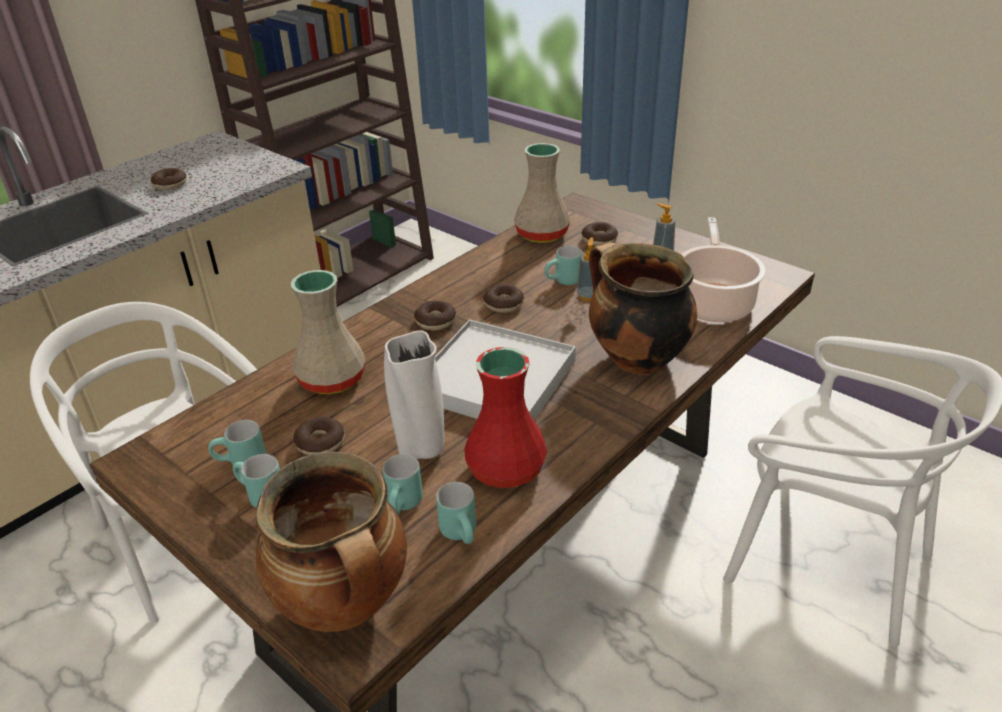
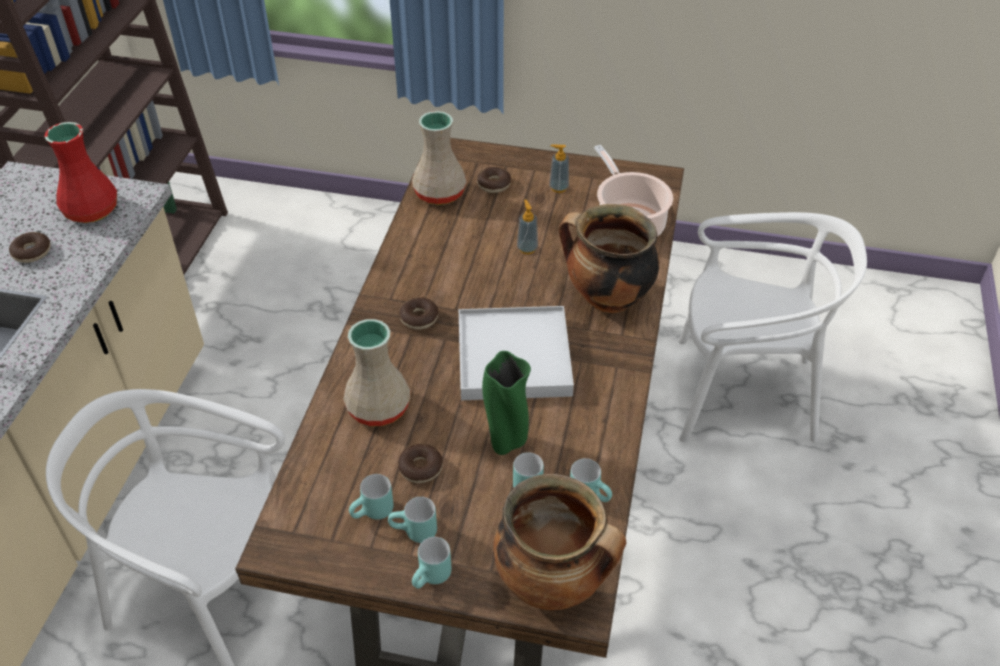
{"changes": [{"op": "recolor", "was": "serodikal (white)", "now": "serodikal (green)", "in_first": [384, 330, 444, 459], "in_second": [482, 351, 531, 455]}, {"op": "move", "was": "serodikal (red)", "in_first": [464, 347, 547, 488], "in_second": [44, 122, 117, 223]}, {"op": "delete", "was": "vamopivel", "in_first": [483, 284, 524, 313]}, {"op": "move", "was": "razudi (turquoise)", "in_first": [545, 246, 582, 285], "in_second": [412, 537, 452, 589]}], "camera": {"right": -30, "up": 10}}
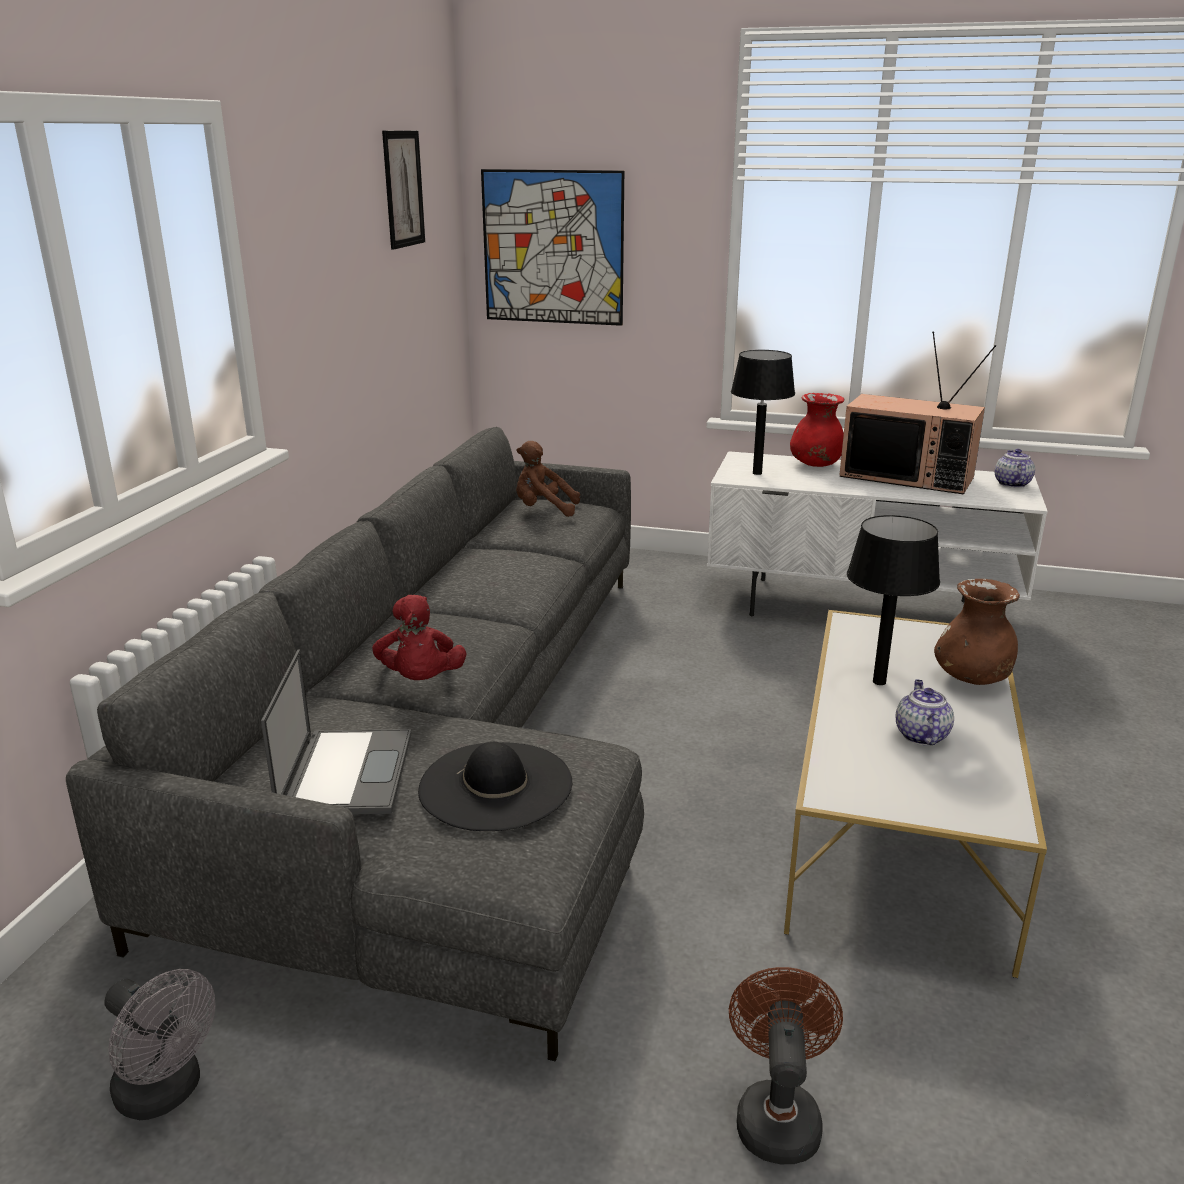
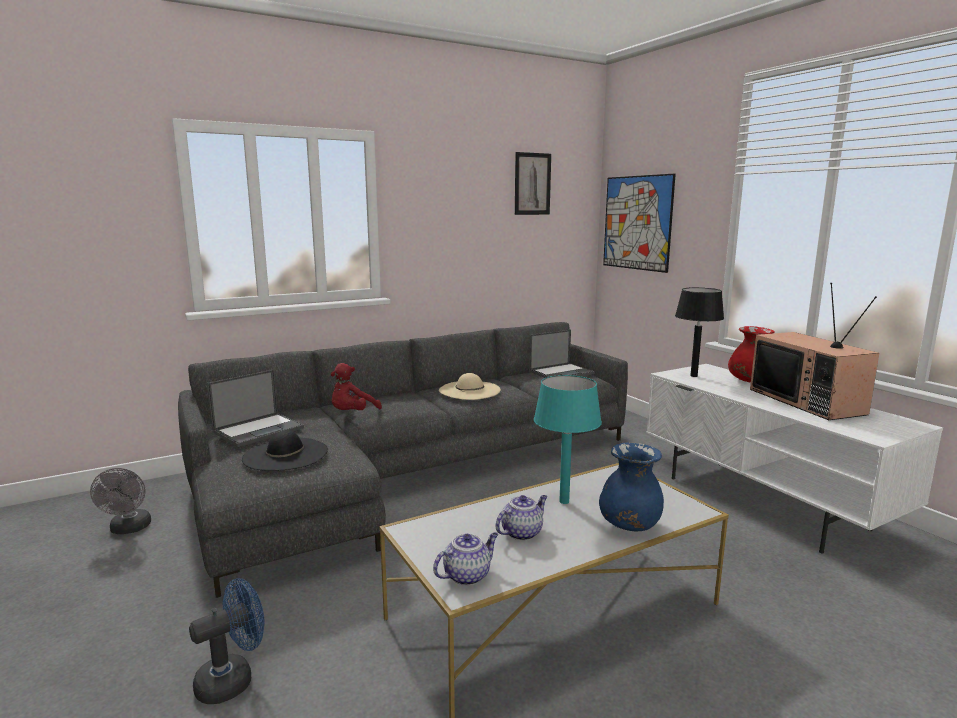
{"changes": [{"op": "replace", "was": "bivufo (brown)", "now": "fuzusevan", "in_first": [516, 441, 580, 517], "in_second": [529, 330, 595, 378]}, {"op": "recolor", "was": "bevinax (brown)", "now": "bevinax (blue)", "in_first": [729, 967, 843, 1164], "in_second": [189, 578, 265, 704]}, {"op": "recolor", "was": "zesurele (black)", "now": "zesurele (turquoise)", "in_first": [847, 515, 940, 685], "in_second": [534, 375, 602, 504]}, {"op": "recolor", "was": "serodikal (brown)", "now": "serodikal (blue)", "in_first": [934, 579, 1020, 685], "in_second": [599, 442, 664, 531]}, {"op": "move", "was": "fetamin", "in_first": [995, 449, 1035, 488], "in_second": [433, 532, 498, 586]}, {"op": "insert", "now": "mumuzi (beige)", "in_second": [439, 373, 501, 400]}], "camera": {"right": 45, "up": -10}}
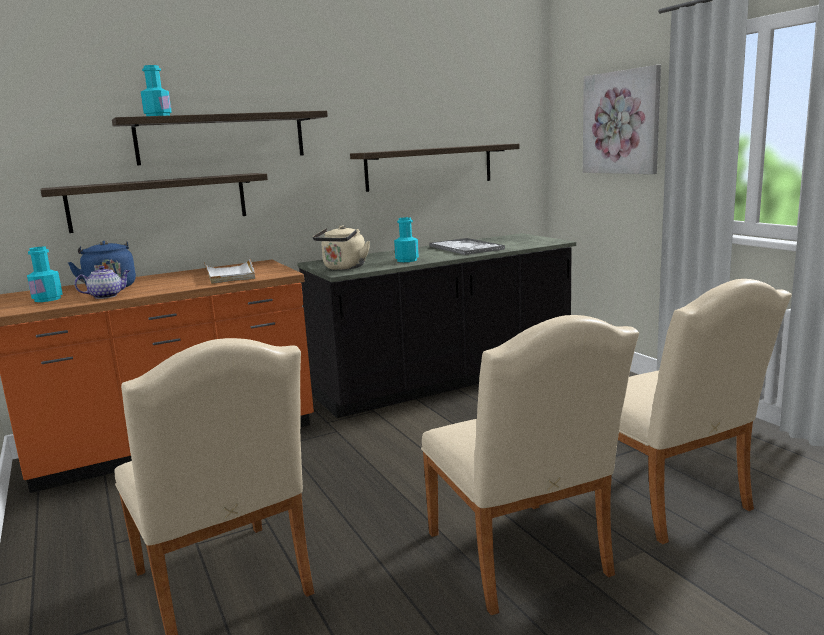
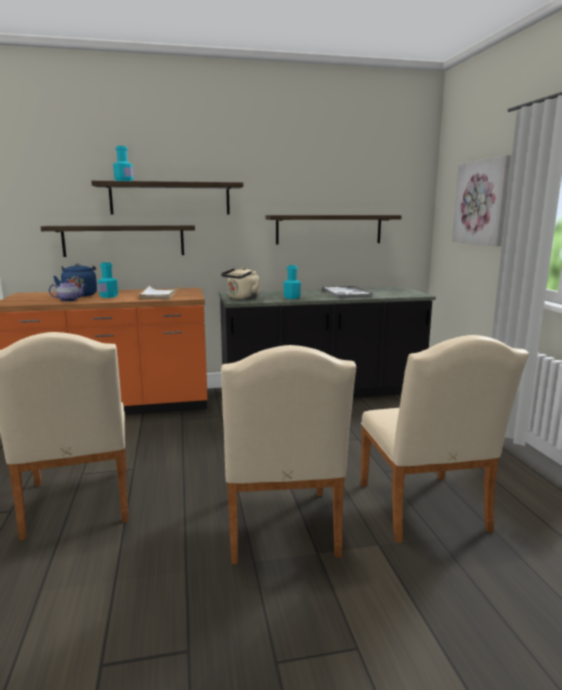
{"changes": [{"op": "move", "was": "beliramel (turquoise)", "in_first": [27, 247, 63, 302], "in_second": [98, 262, 118, 298]}], "camera": {"right": 15, "up": 0}}
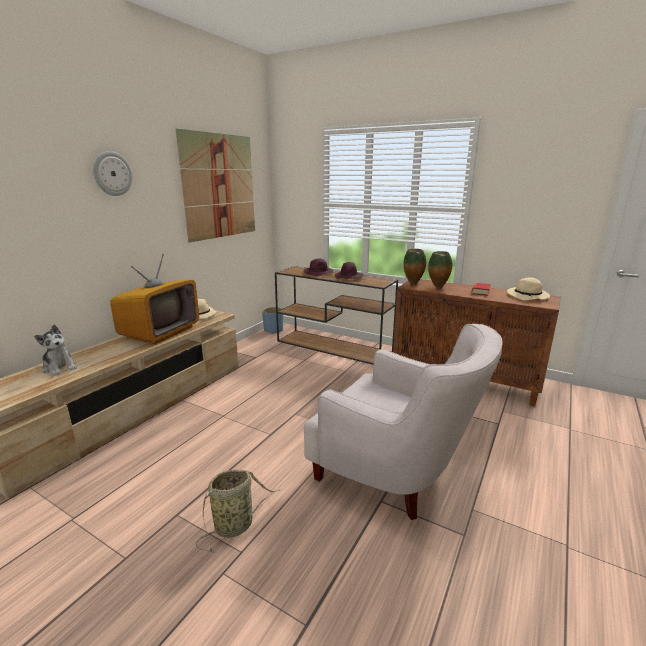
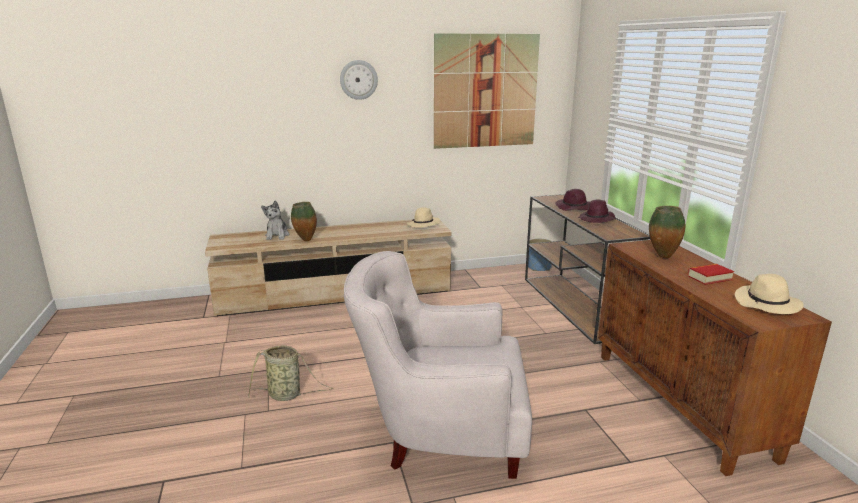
{"changes": [{"op": "delete", "was": "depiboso", "in_first": [110, 254, 199, 344]}, {"op": "rotate", "was": "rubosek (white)", "in_first": [304, 324, 503, 520], "in_second": [344, 251, 532, 479], "clockwise": 105}, {"op": "move", "was": "serodikal", "in_first": [404, 249, 426, 284], "in_second": [291, 202, 317, 241]}], "camera": {"right": 45, "up": 0}}
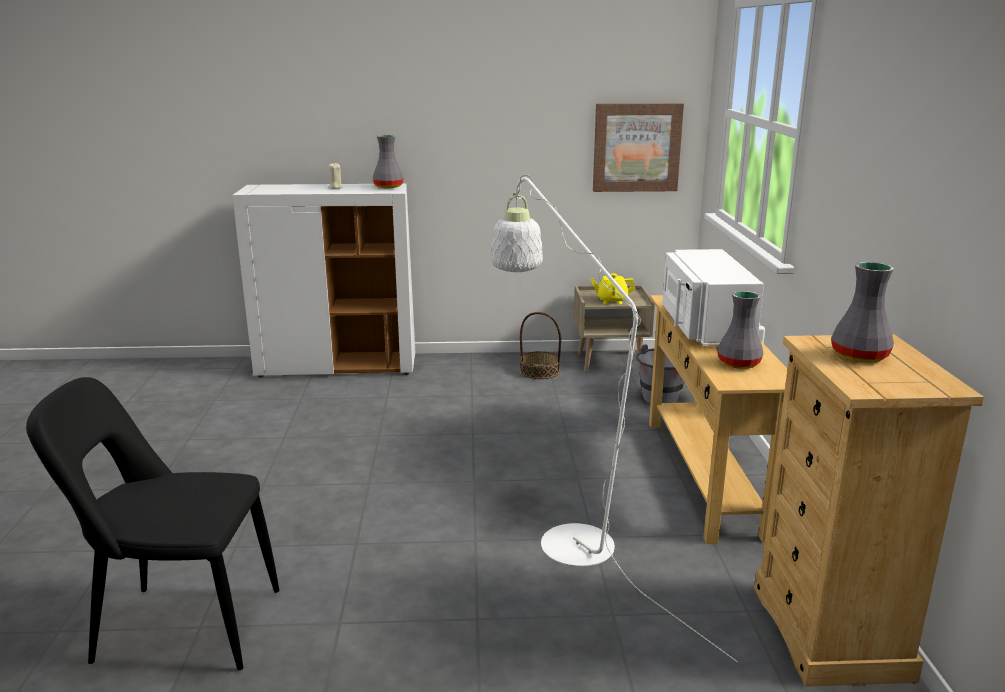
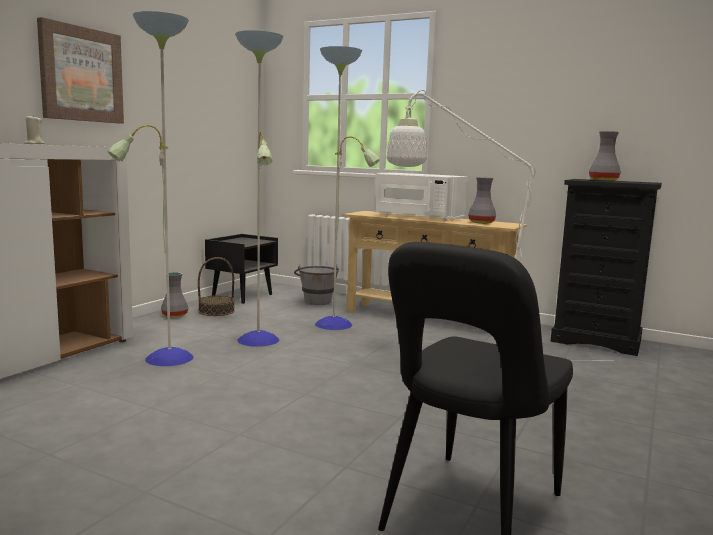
{"changes": [{"op": "move", "was": "serodikal (grey)", "in_first": [373, 135, 404, 189], "in_second": [161, 272, 188, 318]}, {"op": "recolor", "was": "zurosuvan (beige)", "now": "zurosuvan (black)", "in_first": [574, 285, 655, 372], "in_second": [205, 234, 278, 304]}, {"op": "delete", "was": "fetamin (yellow)", "in_first": [590, 273, 635, 304]}, {"op": "move", "was": "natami", "in_first": [593, 103, 684, 192], "in_second": [37, 17, 124, 124]}, {"op": "recolor", "was": "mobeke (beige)", "now": "mobeke (black)", "in_first": [754, 334, 984, 687], "in_second": [550, 179, 662, 356]}, {"op": "insert", "now": "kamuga", "in_second": [107, 11, 380, 366]}], "camera": {"right": -60, "up": -10}}
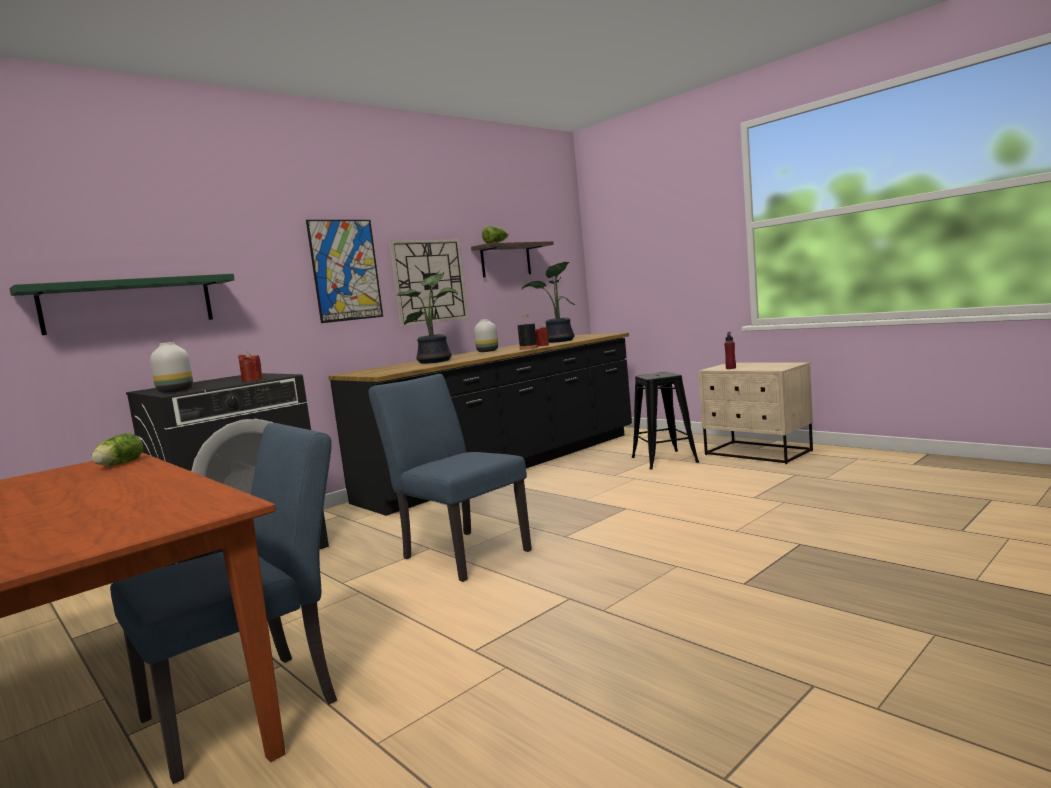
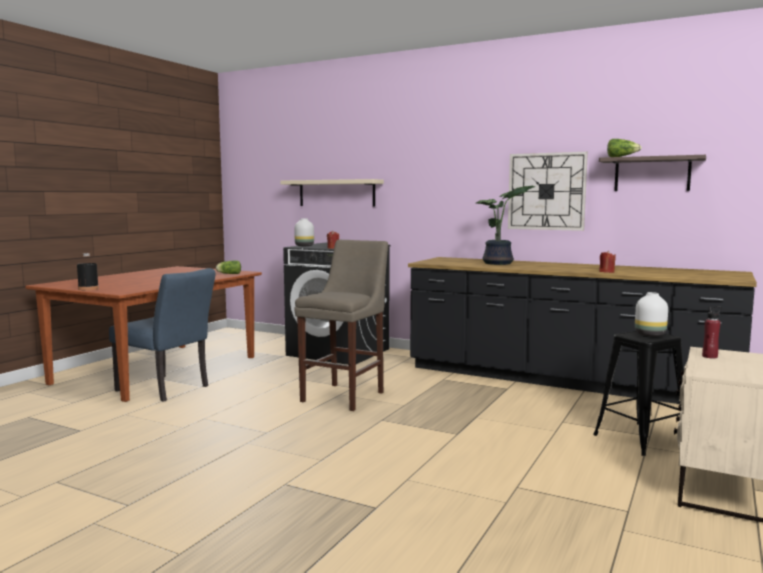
{"changes": [{"op": "recolor", "was": "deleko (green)", "now": "deleko (beige)", "in_first": [9, 274, 235, 335], "in_second": [280, 179, 384, 207]}, {"op": "delete", "was": "natami", "in_first": [306, 220, 383, 323]}, {"op": "replace", "was": "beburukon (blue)", "now": "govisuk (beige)", "in_first": [369, 374, 532, 582], "in_second": [294, 240, 388, 411]}, {"op": "move", "was": "serodikal (white)", "in_first": [474, 319, 498, 352], "in_second": [635, 292, 668, 337]}, {"op": "move", "was": "beliramel (black)", "in_first": [518, 314, 538, 350], "in_second": [77, 253, 99, 290]}, {"op": "delete", "was": "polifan", "in_first": [521, 262, 575, 343]}], "camera": {"right": 70, "up": 0}}
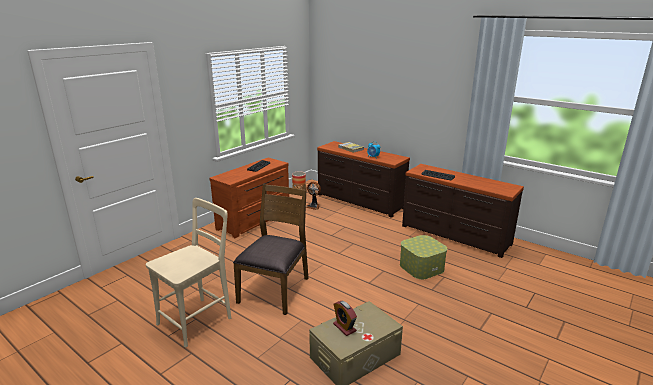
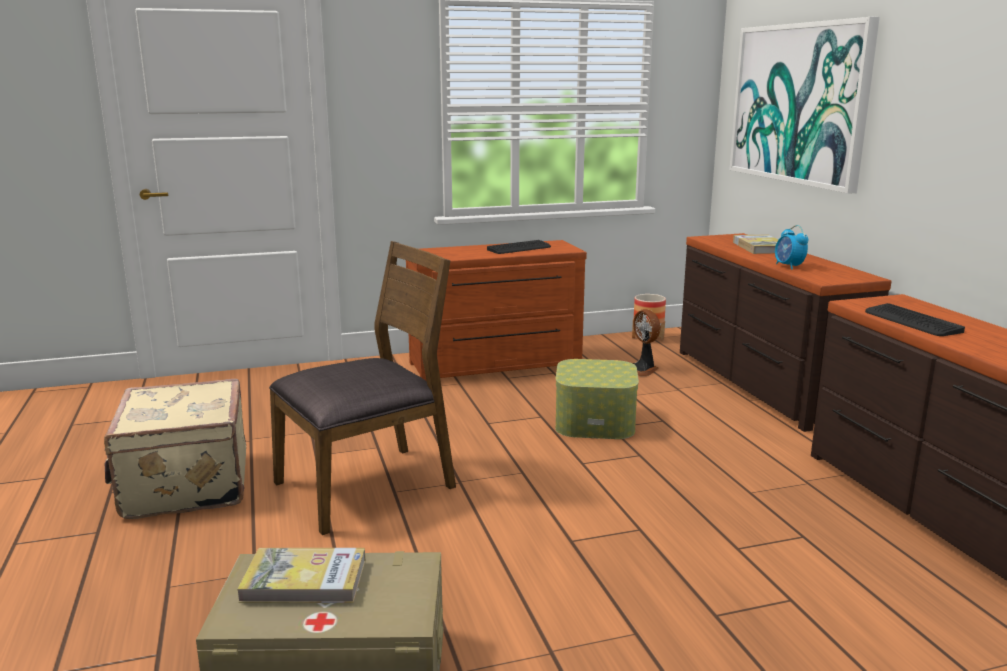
{"changes": [{"op": "replace", "was": "beburukon (beige)", "now": "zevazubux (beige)", "in_first": [146, 198, 231, 347], "in_second": [104, 379, 246, 519]}, {"op": "replace", "was": "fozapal", "now": "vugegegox", "in_first": [333, 301, 357, 336], "in_second": [237, 548, 365, 603]}, {"op": "move", "was": "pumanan", "in_first": [400, 235, 447, 279], "in_second": [555, 359, 639, 439]}, {"op": "insert", "now": "natami", "in_second": [729, 17, 880, 194]}], "camera": {"right": 35, "up": -5}}
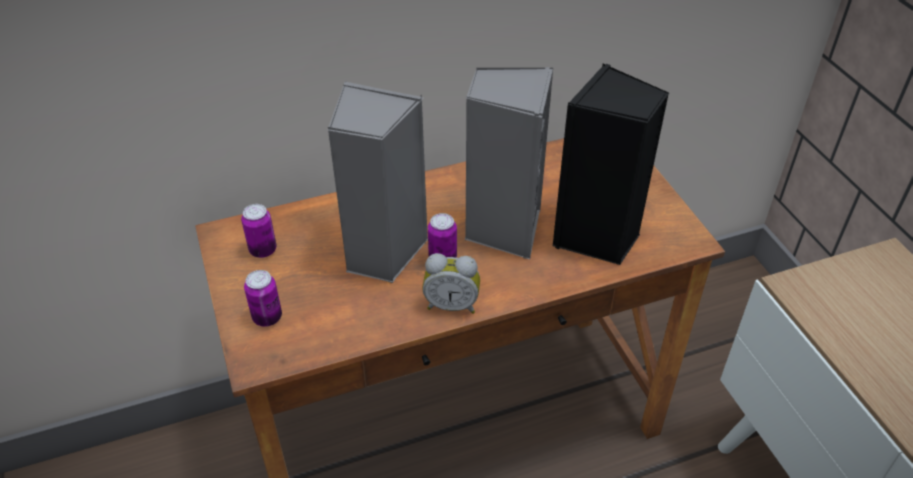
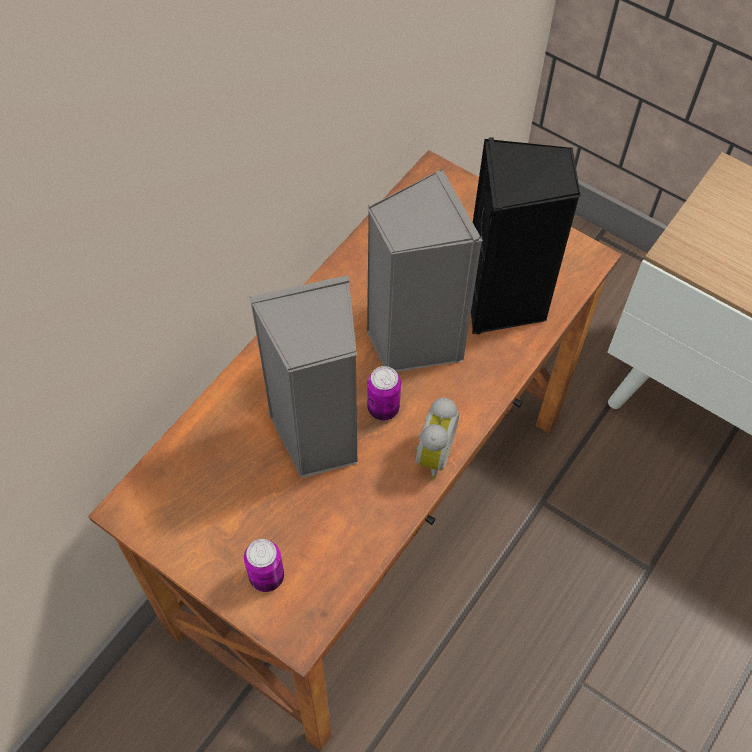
{"changes": [{"op": "delete", "was": "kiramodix", "in_first": [241, 204, 277, 258]}, {"op": "rotate", "was": "fozapal", "in_first": [422, 253, 480, 314], "in_second": [414, 397, 459, 479], "clockwise": -45}], "camera": {"right": -35, "up": 15}}
